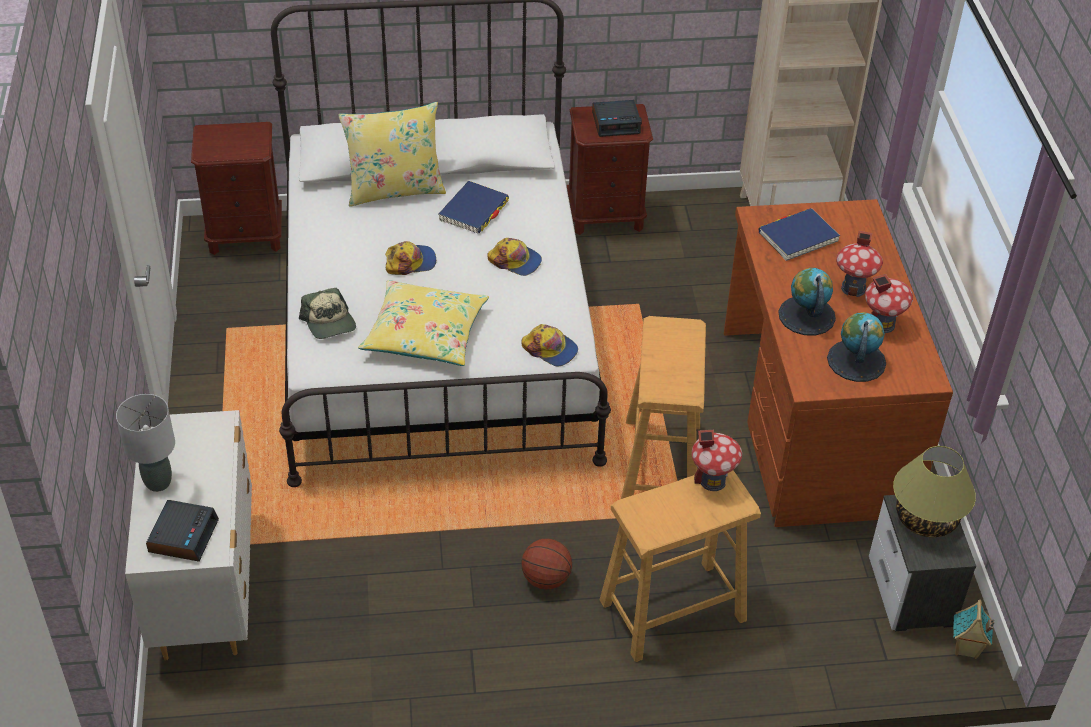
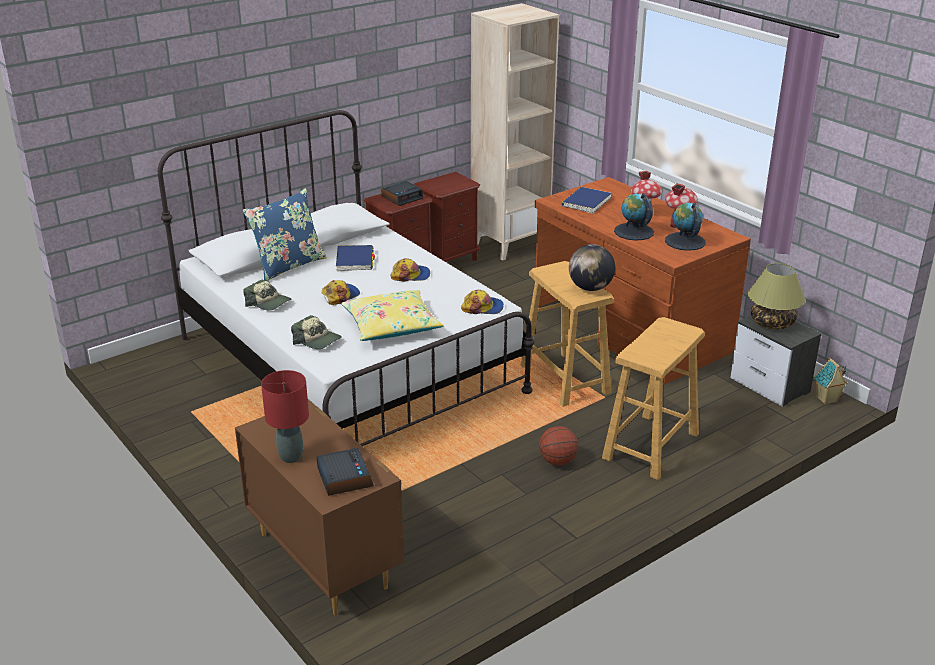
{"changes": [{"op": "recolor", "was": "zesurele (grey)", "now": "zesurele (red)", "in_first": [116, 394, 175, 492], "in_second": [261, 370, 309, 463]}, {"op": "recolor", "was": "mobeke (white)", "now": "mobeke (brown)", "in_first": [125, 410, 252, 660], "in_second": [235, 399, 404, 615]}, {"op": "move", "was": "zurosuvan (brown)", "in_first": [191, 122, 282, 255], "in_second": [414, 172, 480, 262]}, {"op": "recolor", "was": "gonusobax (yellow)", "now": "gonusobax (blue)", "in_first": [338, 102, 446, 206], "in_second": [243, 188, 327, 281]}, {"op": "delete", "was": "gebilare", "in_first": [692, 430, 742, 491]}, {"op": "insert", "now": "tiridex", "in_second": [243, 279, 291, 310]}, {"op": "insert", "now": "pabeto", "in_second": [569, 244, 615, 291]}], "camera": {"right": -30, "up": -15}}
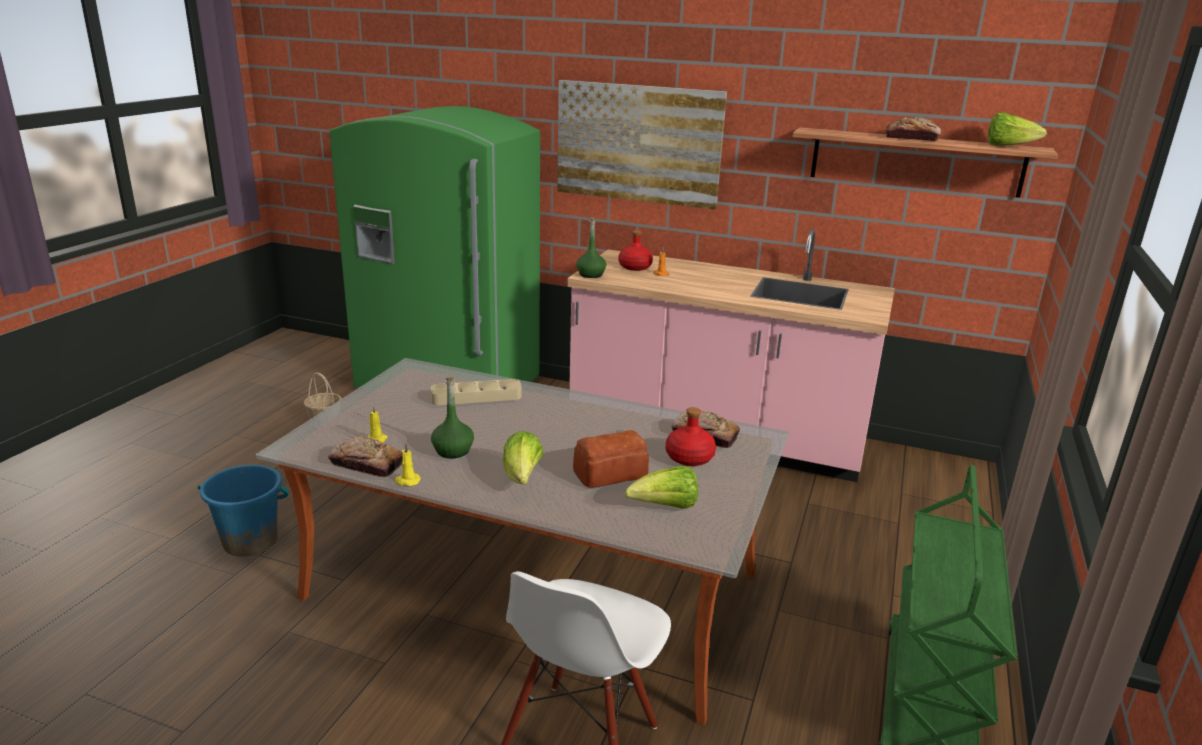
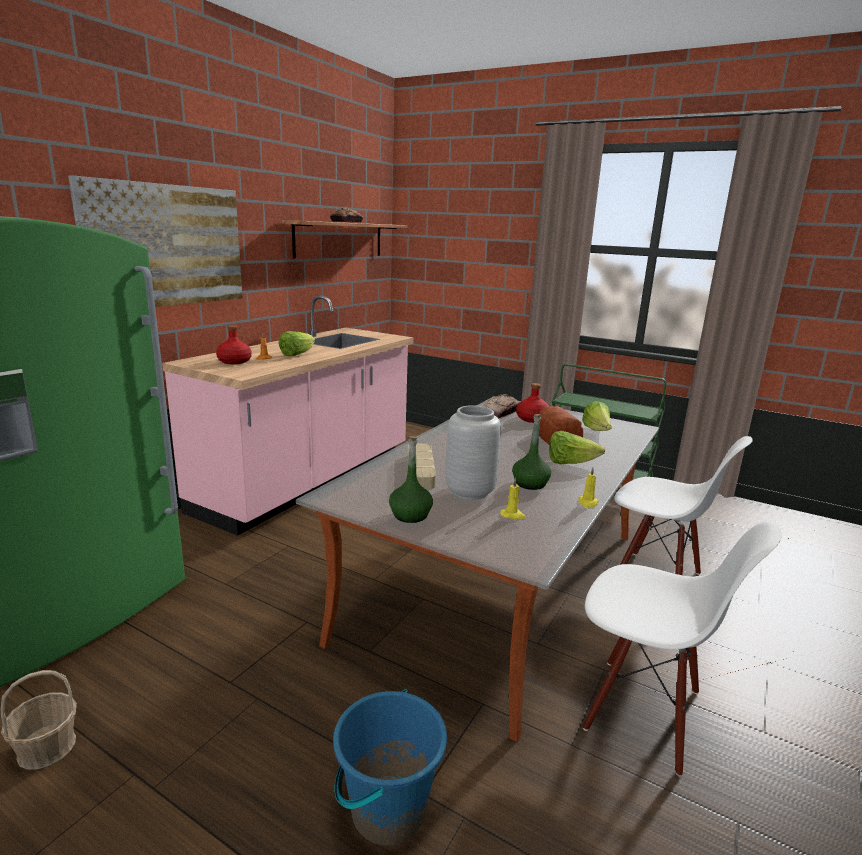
{"changes": [{"op": "delete", "was": "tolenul", "in_first": [328, 436, 402, 477]}, {"op": "move", "was": "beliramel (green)", "in_first": [576, 218, 606, 278], "in_second": [389, 436, 433, 523]}, {"op": "move", "was": "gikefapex", "in_first": [988, 112, 1047, 146], "in_second": [279, 331, 315, 356]}, {"op": "insert", "now": "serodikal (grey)", "in_second": [446, 405, 501, 500]}, {"op": "insert", "now": "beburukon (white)", "in_second": [583, 521, 782, 776]}], "camera": {"right": -80, "up": -5}}
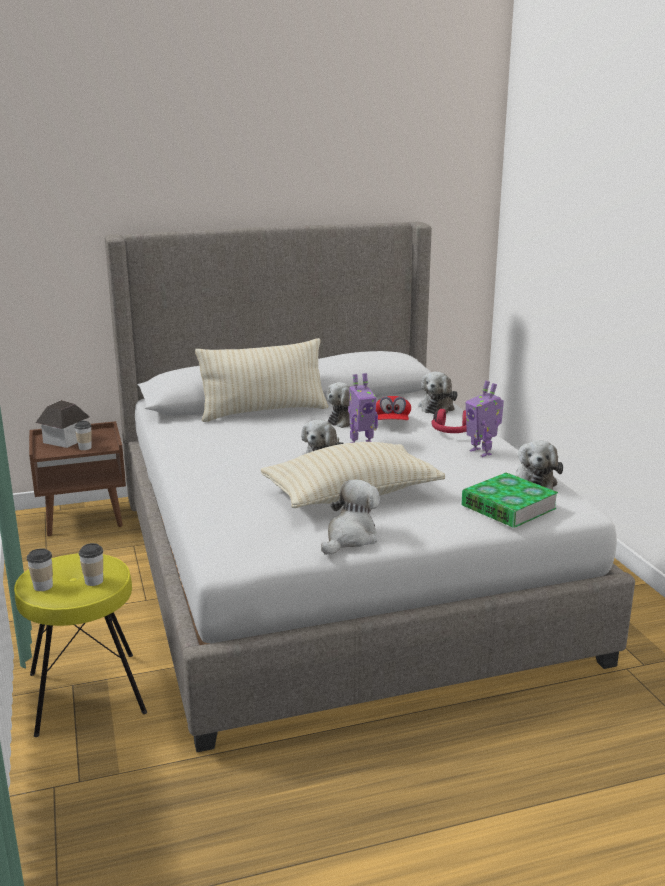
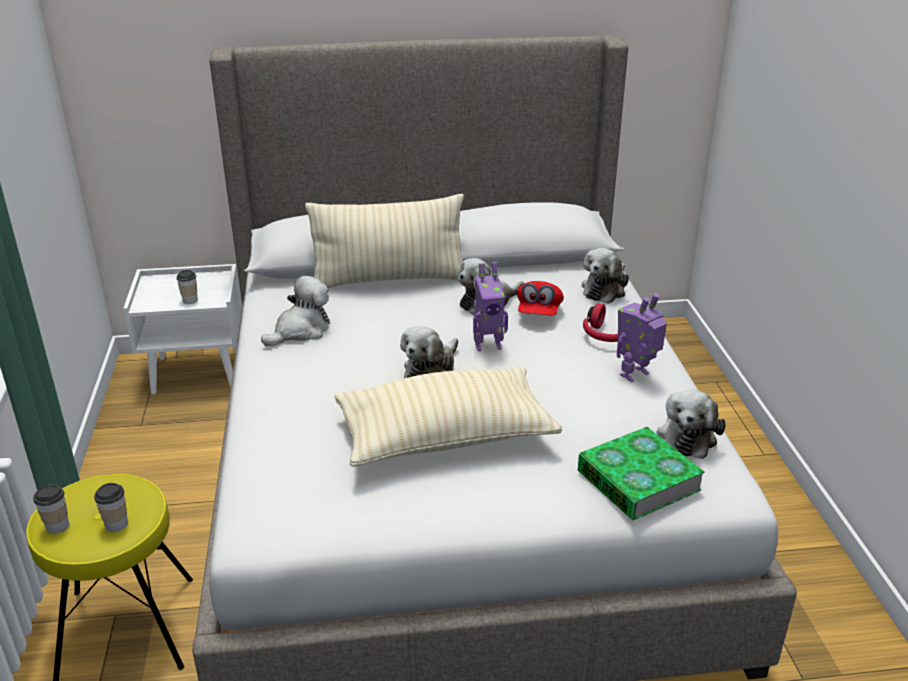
{"changes": [{"op": "recolor", "was": "zurosuvan (brown)", "now": "zurosuvan (white)", "in_first": [29, 421, 126, 536], "in_second": [123, 264, 242, 394]}, {"op": "delete", "was": "gebilare", "in_first": [36, 400, 90, 448]}, {"op": "move", "was": "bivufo", "in_first": [321, 479, 380, 555], "in_second": [261, 276, 330, 346]}, {"op": "rotate", "was": "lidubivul", "in_first": [466, 380, 504, 457], "in_second": [617, 293, 667, 382], "clockwise": 75}], "camera": {"right": 10, "up": 10}}
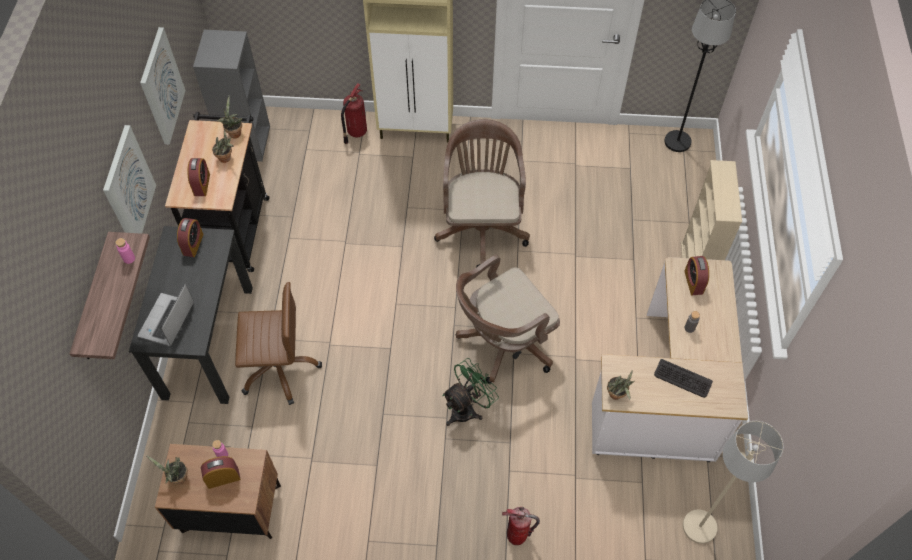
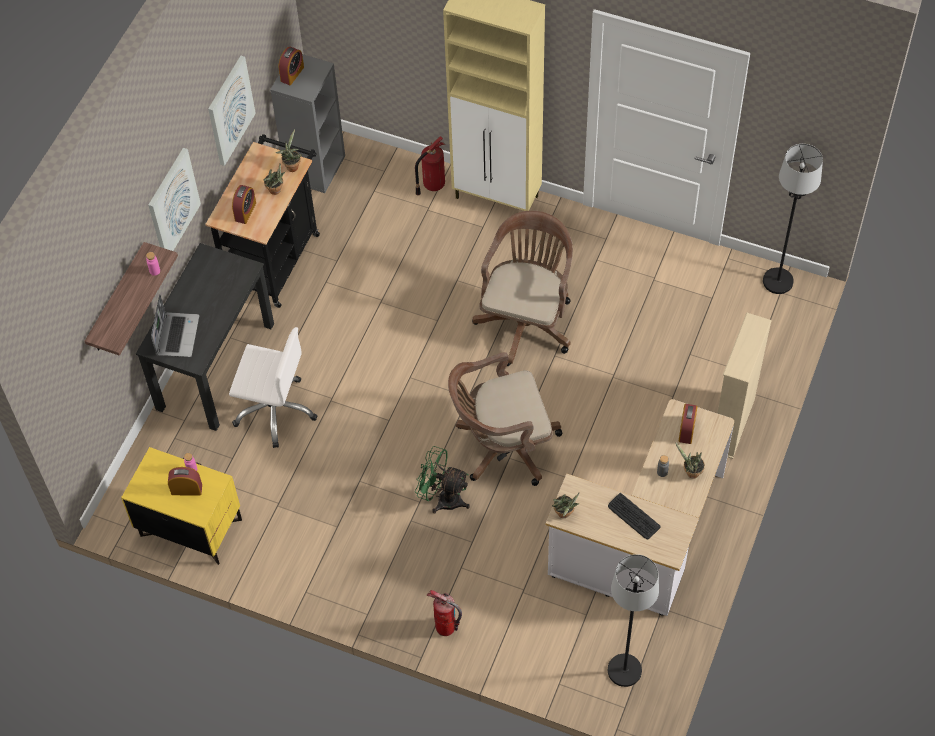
{"changes": [{"op": "rotate", "was": "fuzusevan", "in_first": [138, 284, 194, 346], "in_second": [151, 294, 199, 357], "clockwise": 150}, {"op": "move", "was": "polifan", "in_first": [146, 455, 188, 484], "in_second": [675, 442, 705, 479]}, {"op": "recolor", "was": "zurosuvan (brown)", "now": "zurosuvan (yellow)", "in_first": [155, 444, 281, 539], "in_second": [121, 447, 242, 565]}, {"op": "move", "was": "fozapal", "in_first": [177, 218, 204, 257], "in_second": [279, 47, 304, 85]}, {"op": "recolor", "was": "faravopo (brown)", "now": "faravopo (white)", "in_first": [235, 282, 322, 405], "in_second": [229, 327, 317, 448]}, {"op": "rotate", "was": "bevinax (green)", "in_first": [442, 358, 499, 426], "in_second": [415, 446, 470, 513], "clockwise": -135}, {"op": "recolor", "was": "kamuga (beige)", "now": "kamuga (black)", "in_first": [683, 421, 784, 544], "in_second": [608, 554, 659, 687]}], "camera": {"right": 20, "up": 0}}
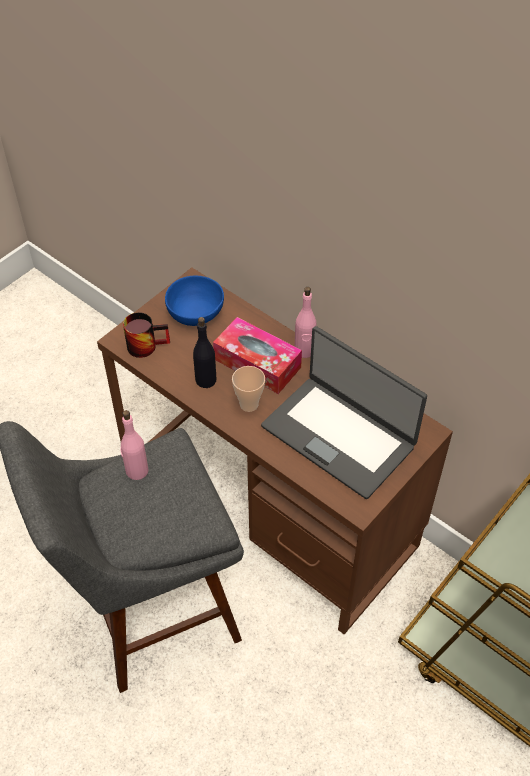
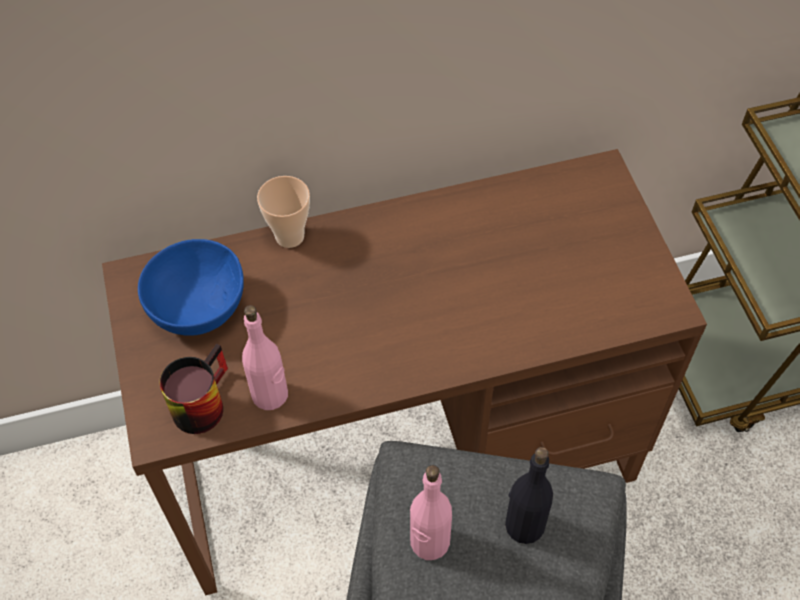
{"changes": [{"op": "move", "was": "beliramel (black)", "in_first": [193, 317, 216, 388], "in_second": [505, 447, 553, 544]}, {"op": "delete", "was": "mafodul", "in_first": [213, 317, 302, 394]}, {"op": "move", "was": "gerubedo", "in_first": [232, 366, 265, 412], "in_second": [257, 176, 310, 248]}, {"op": "delete", "was": "fuzusevan", "in_first": [261, 326, 427, 499]}, {"op": "move", "was": "beliramel (pink)", "in_first": [295, 287, 317, 358], "in_second": [242, 305, 288, 410]}], "camera": {"right": -55, "up": 5}}
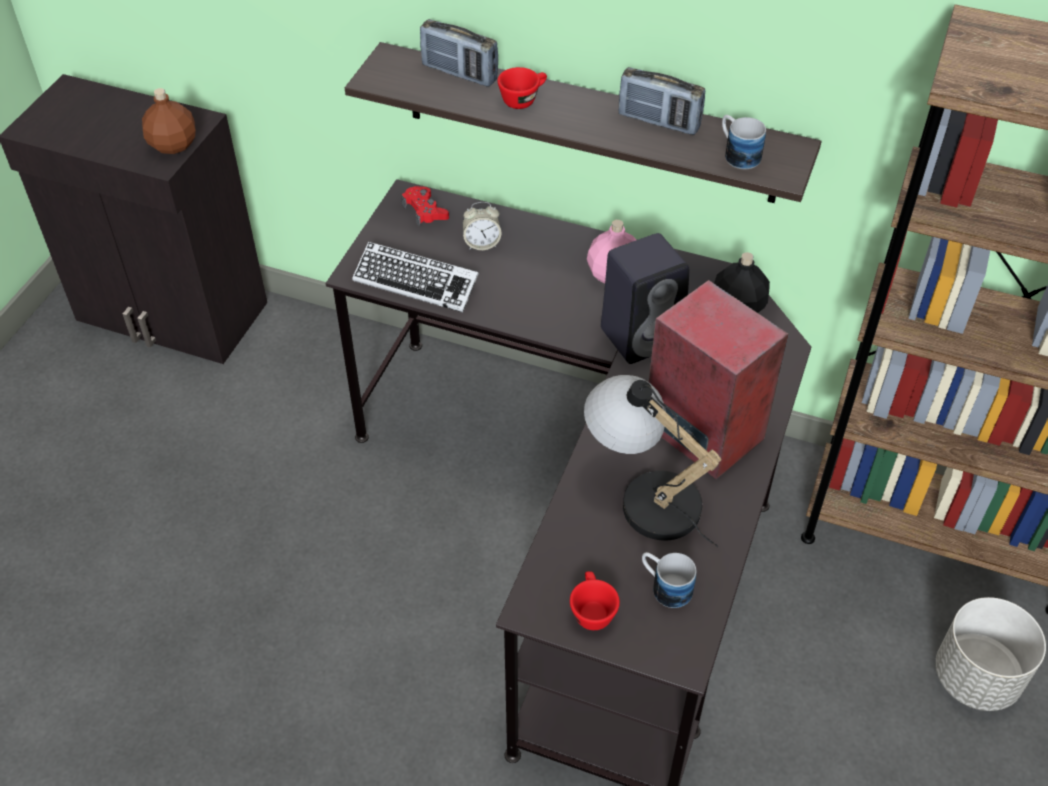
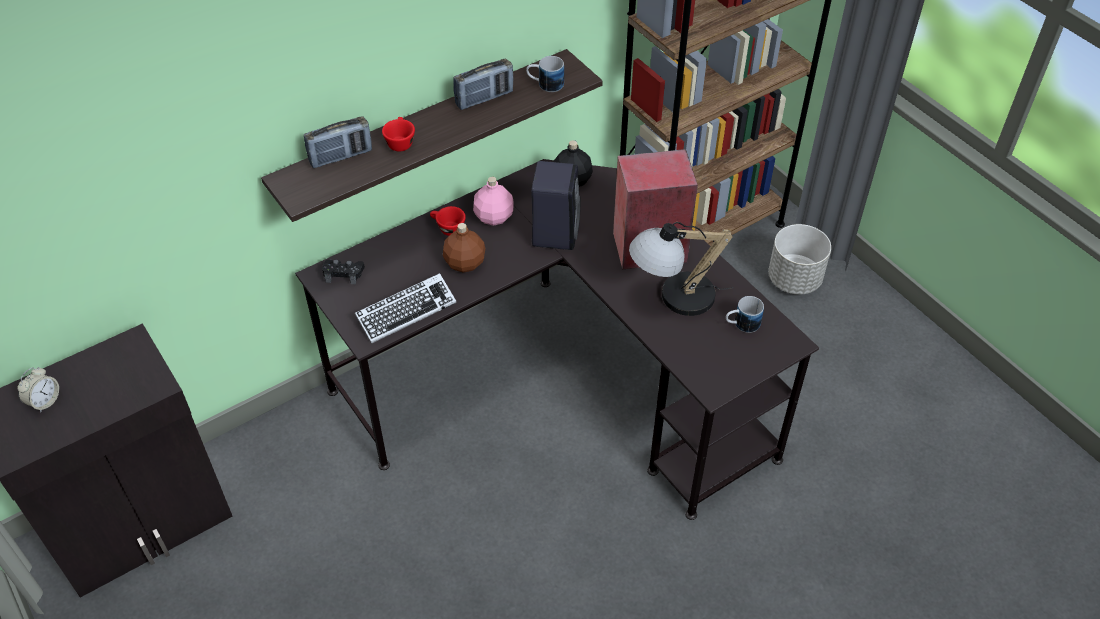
{"changes": [{"op": "move", "was": "beliramel (brown)", "in_first": [142, 88, 196, 154], "in_second": [443, 223, 485, 273]}, {"op": "recolor", "was": "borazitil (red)", "now": "borazitil (black)", "in_first": [402, 186, 449, 226], "in_second": [322, 259, 365, 284]}, {"op": "move", "was": "fozapal", "in_first": [462, 202, 501, 250], "in_second": [18, 367, 59, 413]}, {"op": "move", "was": "gerubedo (red)", "in_first": [570, 571, 620, 630], "in_second": [430, 206, 466, 236]}], "camera": {"right": -55, "up": 0}}
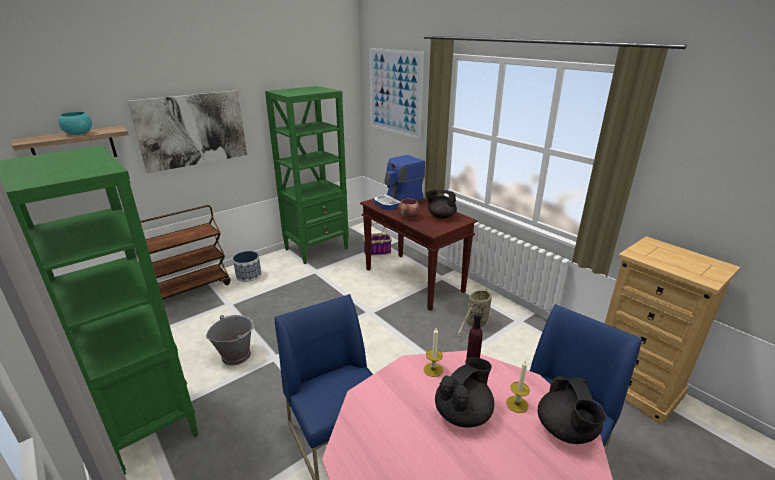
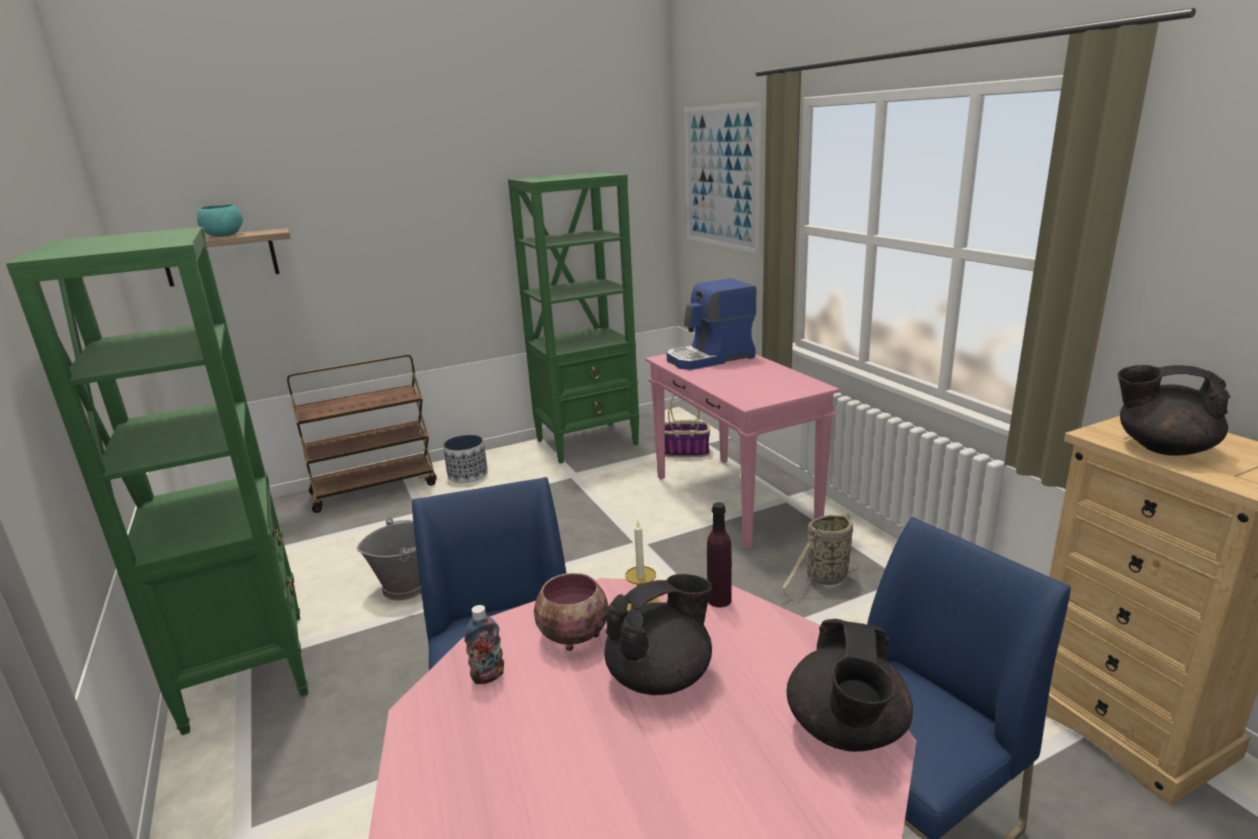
{"changes": [{"op": "delete", "was": "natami", "in_first": [128, 90, 247, 173]}, {"op": "recolor", "was": "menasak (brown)", "now": "menasak (pink)", "in_first": [360, 198, 477, 311], "in_second": [645, 354, 840, 549]}, {"op": "move", "was": "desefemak", "in_first": [398, 199, 420, 220], "in_second": [534, 573, 608, 651]}, {"op": "move", "was": "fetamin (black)", "in_first": [426, 190, 457, 219], "in_second": [1118, 365, 1230, 456]}, {"op": "delete", "was": "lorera", "in_first": [506, 360, 530, 413]}, {"op": "insert", "now": "beliramel", "in_second": [464, 605, 504, 684]}], "camera": {"right": 15, "up": -5}}
